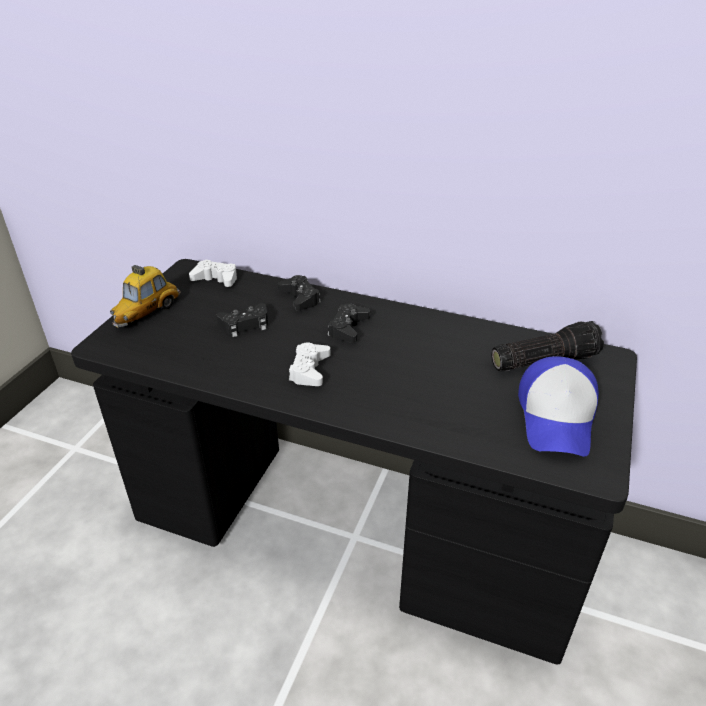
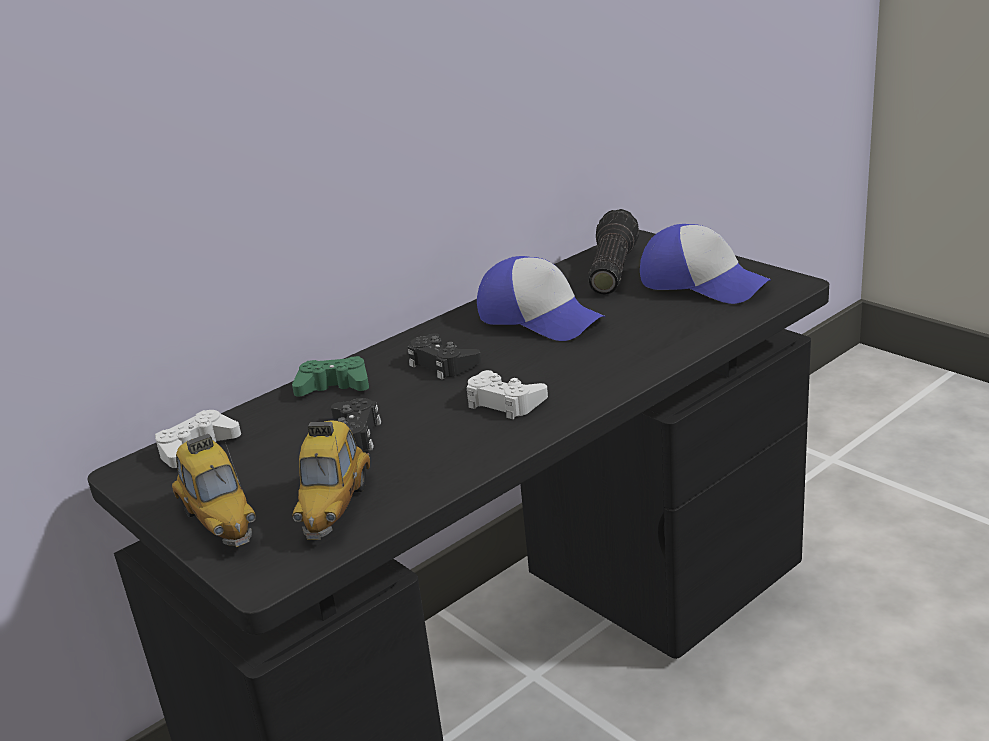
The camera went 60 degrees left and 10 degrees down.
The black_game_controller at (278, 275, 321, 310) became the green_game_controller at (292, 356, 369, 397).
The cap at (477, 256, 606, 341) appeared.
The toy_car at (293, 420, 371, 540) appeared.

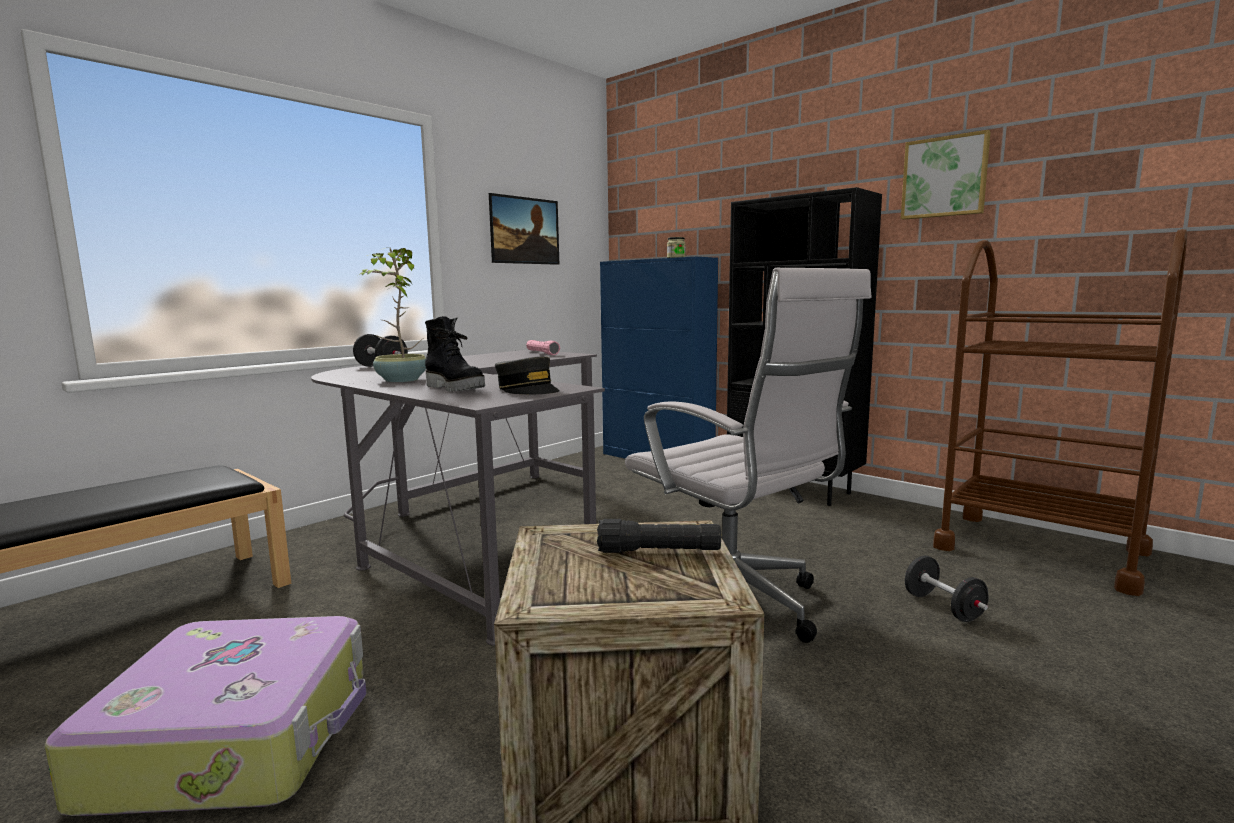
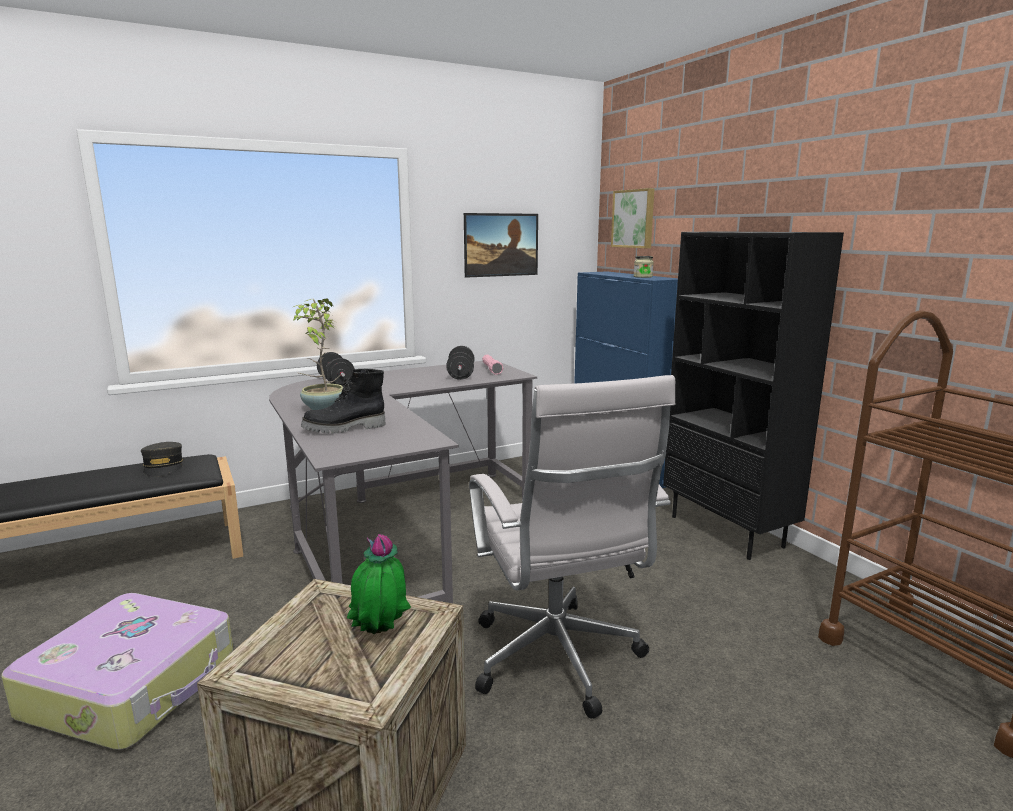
The camera went 20 degrees right and 5 degrees up.
The picture moved from (901, 130, 991, 220) to (611, 188, 655, 248).
The black_boot at (425, 316, 485, 392) turned 90 degrees clockwise.
The grey_cap moved from (495, 356, 559, 394) to (141, 442, 183, 477).
The black_flashlight at (597, 519, 721, 553) was replaced by the potted_plant at (347, 534, 411, 634).
The black_dumbbell moved from (905, 556, 989, 622) to (446, 346, 475, 380).

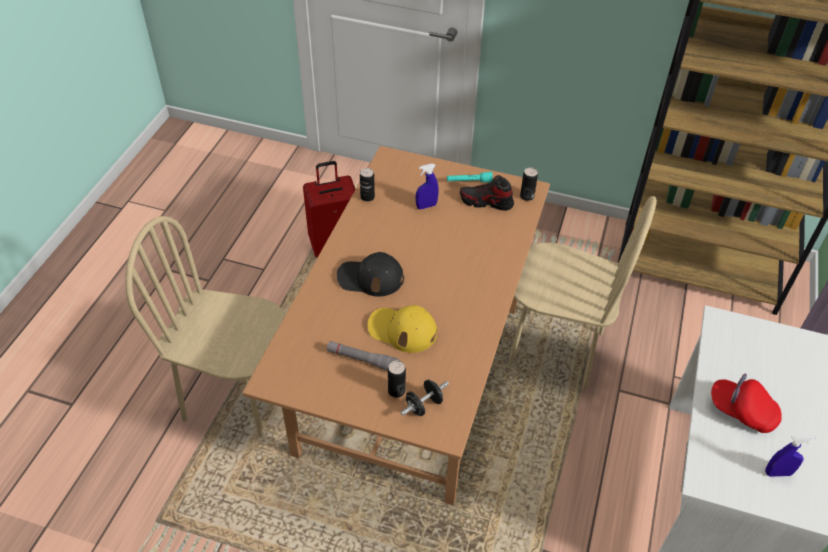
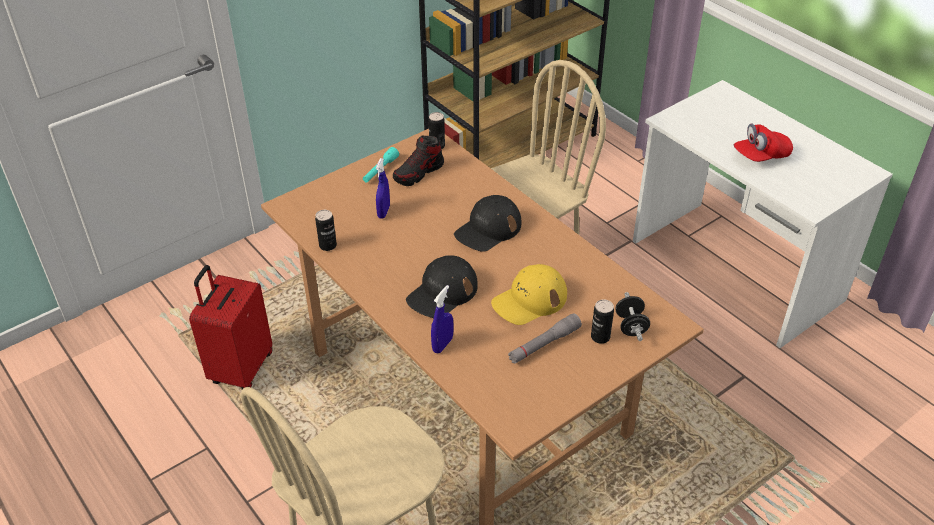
The camera went 55 degrees left and 5 degrees down.
The blue_spray_bottle moved from (765, 435, 816, 477) to (431, 285, 454, 354).
The black_cap at (454, 195, 521, 252) appeared.

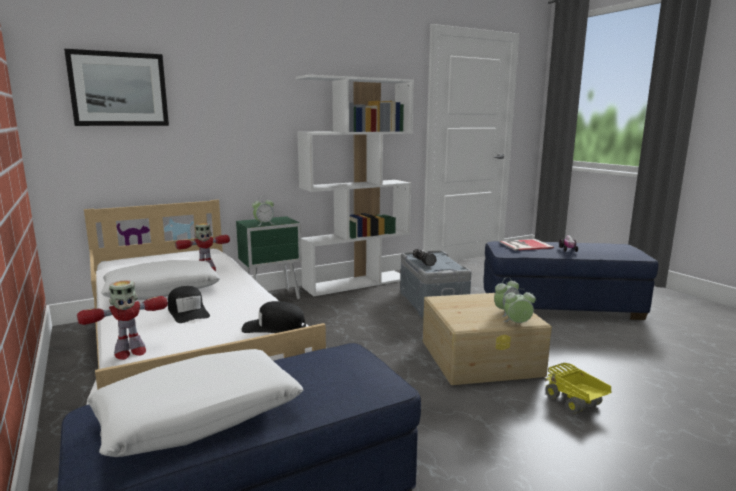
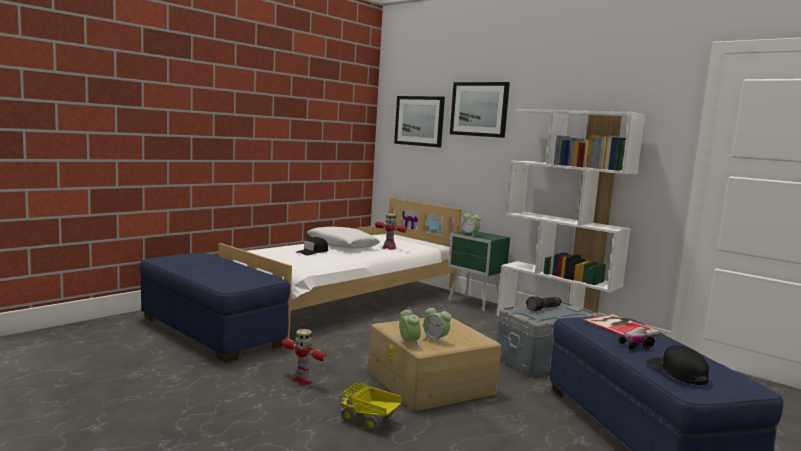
The camera went 70 degrees right and 5 degrees down.
The toy_robot moved from (77, 280, 168, 360) to (282, 329, 327, 385).
The black_cap moved from (242, 301, 306, 333) to (647, 345, 709, 385).
The white_pillow at (87, 349, 303, 457) disappeared.
The toy_truck at (545, 363, 611, 413) turned 105 degrees counterclockwise.
The picture at (450, 82, 510, 138) appeared.

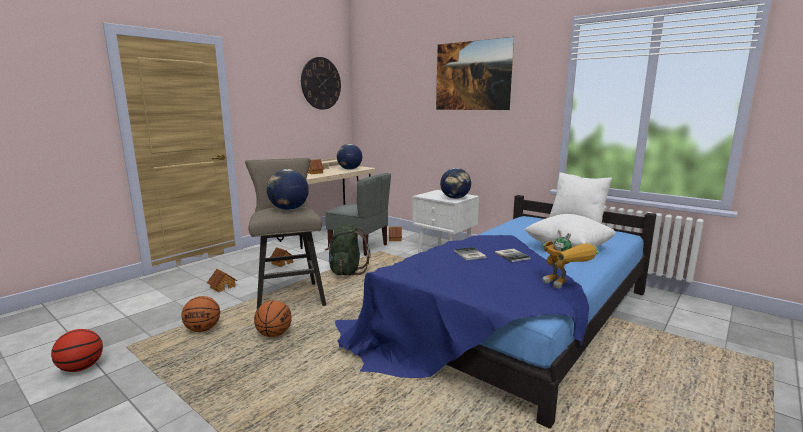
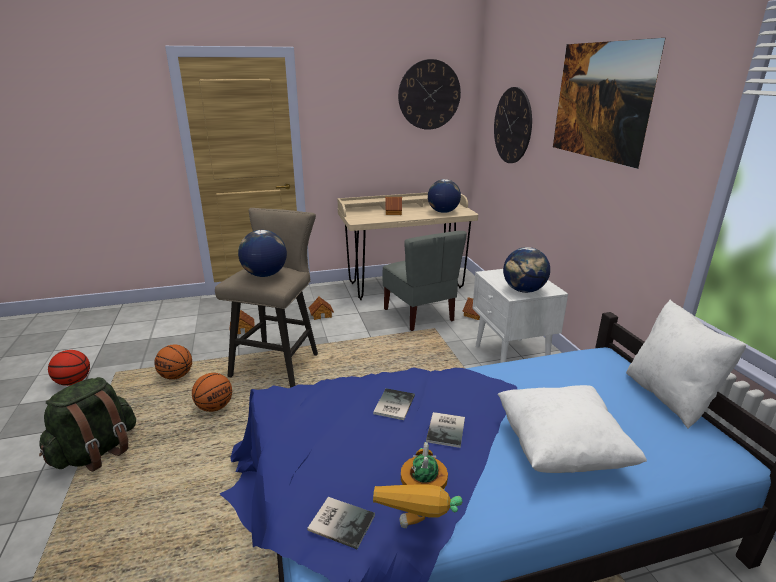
The camera went 35 degrees right and 10 degrees up.
The green_backpack moved from (325, 224, 370, 275) to (39, 377, 136, 472).
The wall_clock at (494, 87, 532, 163) appeared.
The book at (307, 497, 375, 549) appeared.

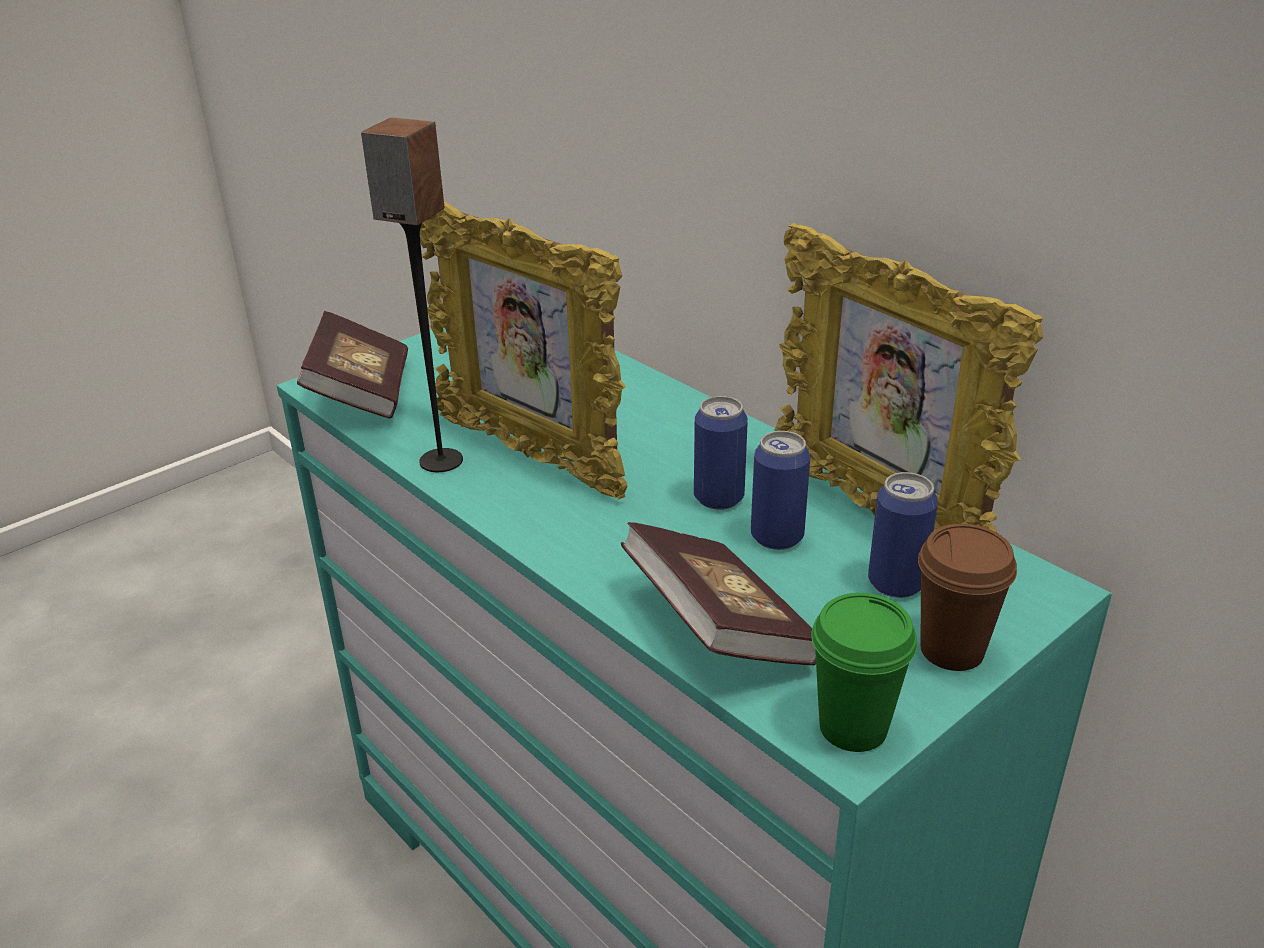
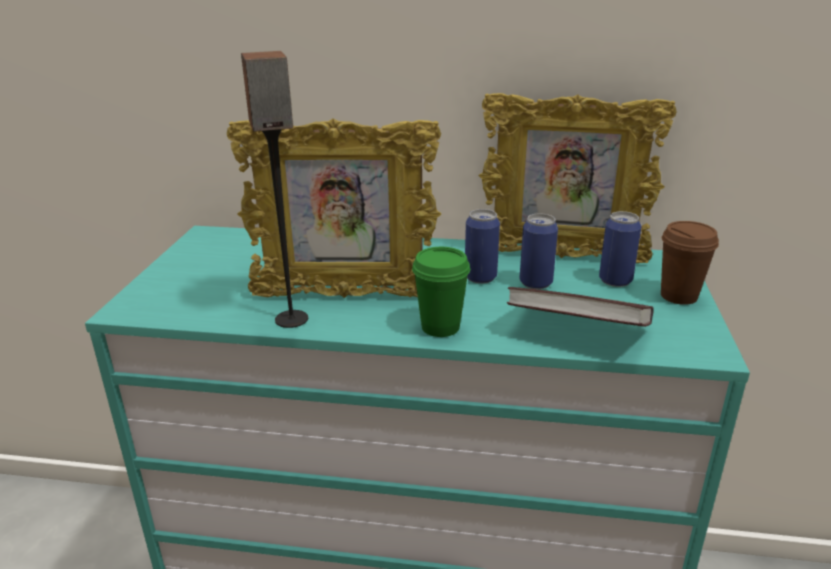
The camera went 40 degrees left and 5 degrees down.
The book at (297, 311, 408, 419) disappeared.
The green_cup moved from (811, 593, 917, 752) to (412, 247, 470, 337).

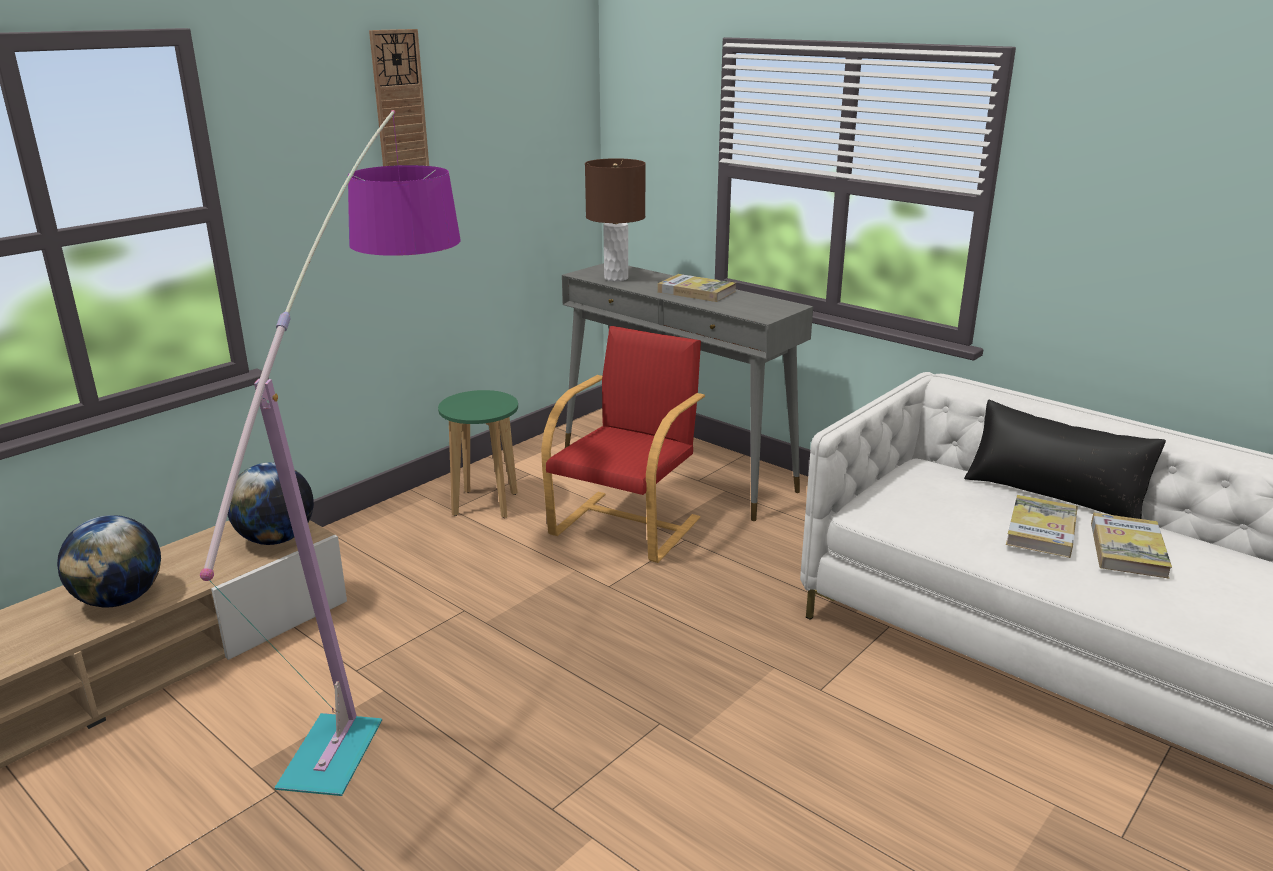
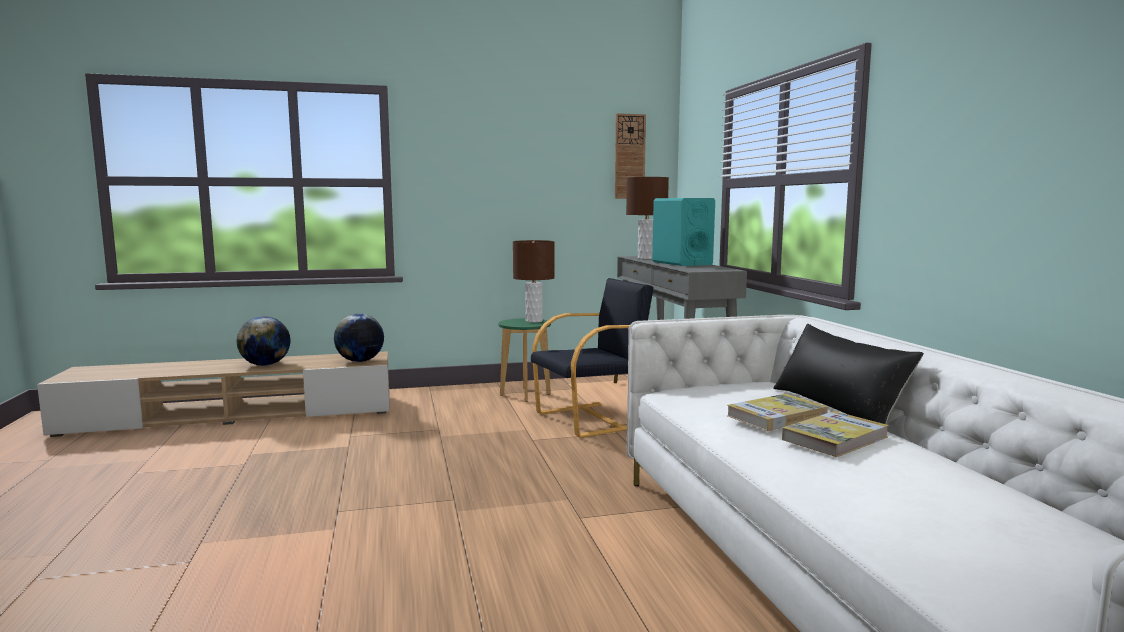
The camera went 35 degrees right and 15 degrees down.
The wall_clock moved from (369, 29, 429, 166) to (615, 113, 646, 199).
The floor_lamp at (200, 110, 461, 796) disappeared.
The book at (658, 274, 736, 302) was replaced by the turquoise_speaker at (652, 198, 715, 266).
The red_armchair at (541, 326, 705, 563) became the black_armchair at (531, 278, 654, 438).
The brown_table_lamp at (513, 240, 555, 323) appeared.

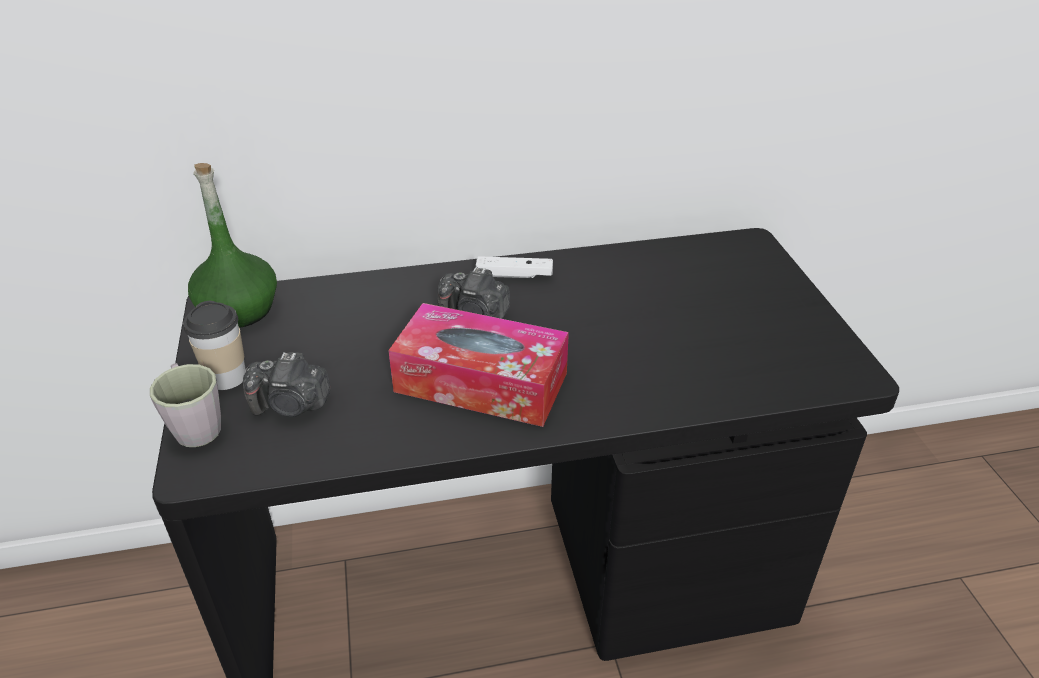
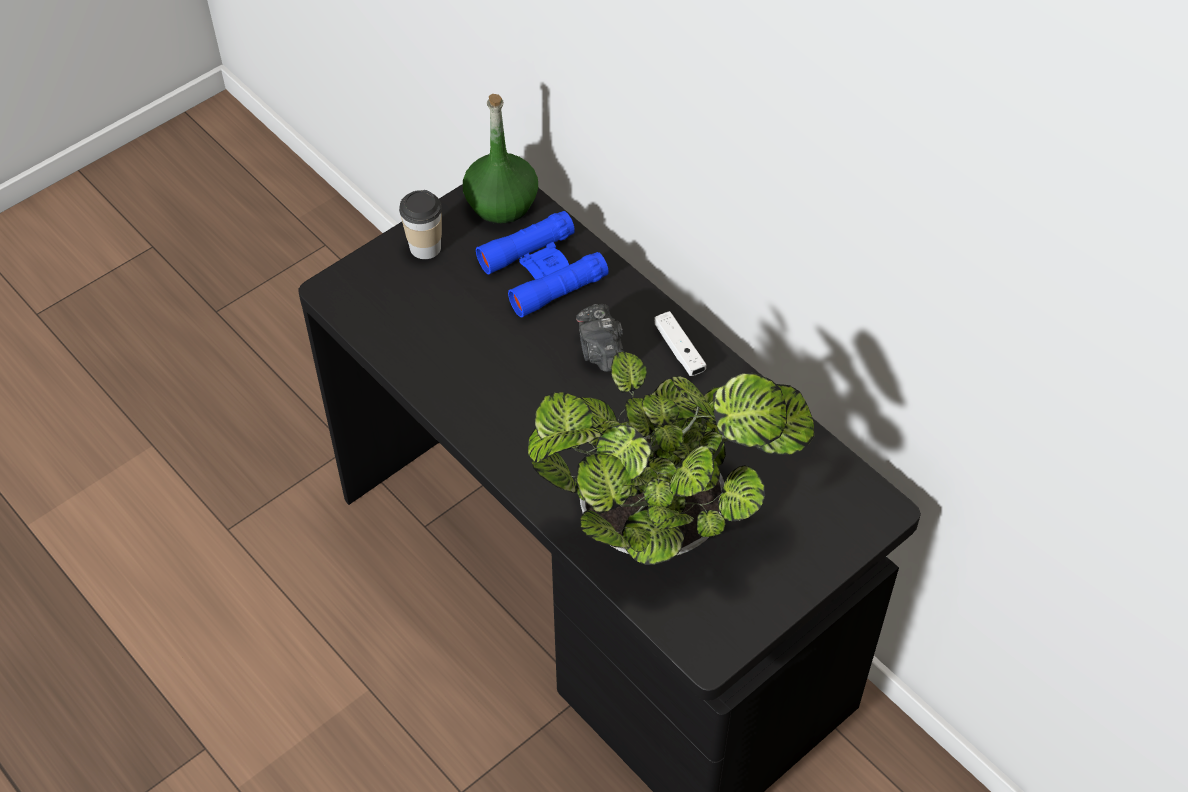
The camera went 60 degrees right and 15 degrees up.
The tissue_box at (388, 303, 569, 427) disappeared.
The photo_camera at (243, 352, 331, 417) disappeared.
The grey_mug at (150, 363, 221, 447) disappeared.
The blue_binoculars at (476, 211, 609, 317) appeared.
The potted_plant at (528, 352, 814, 565) appeared.

